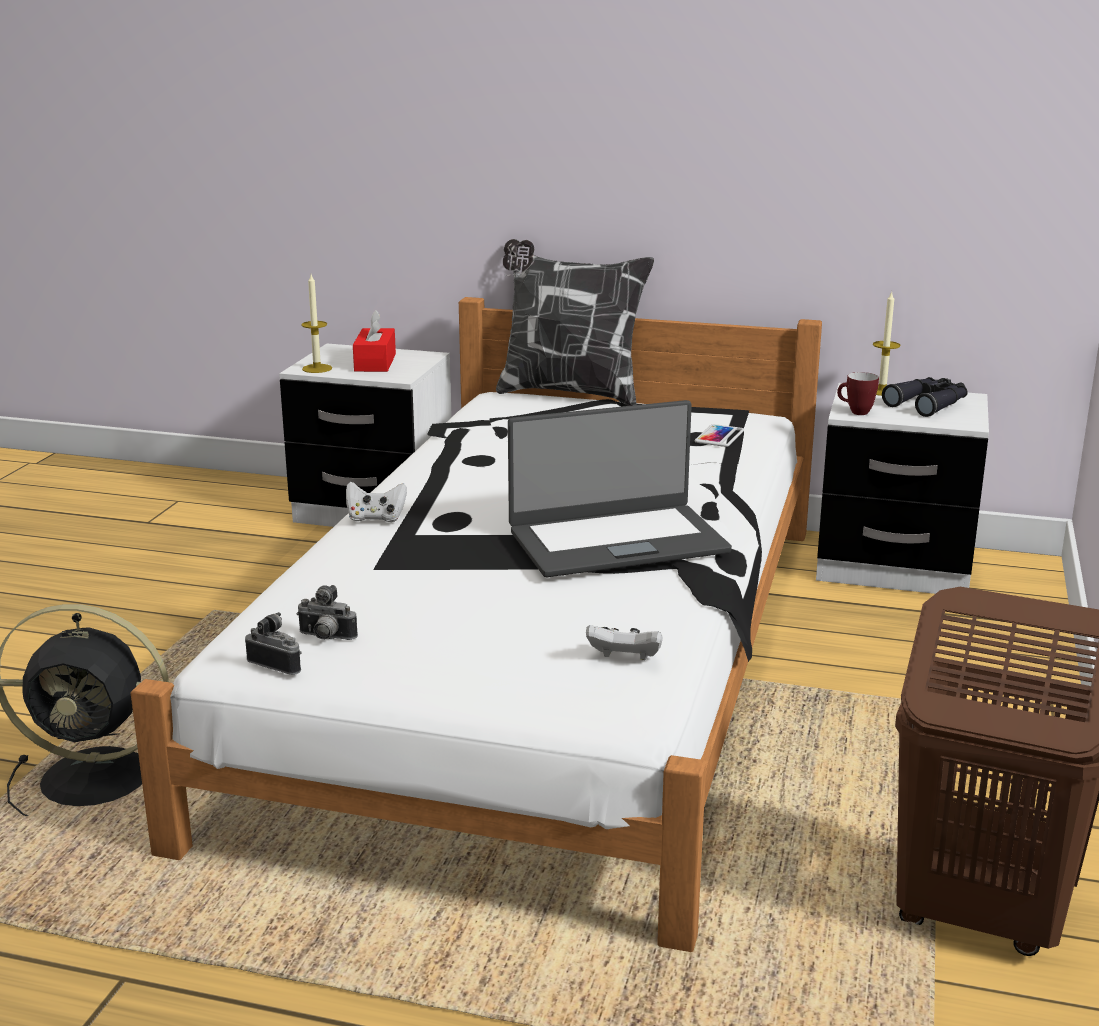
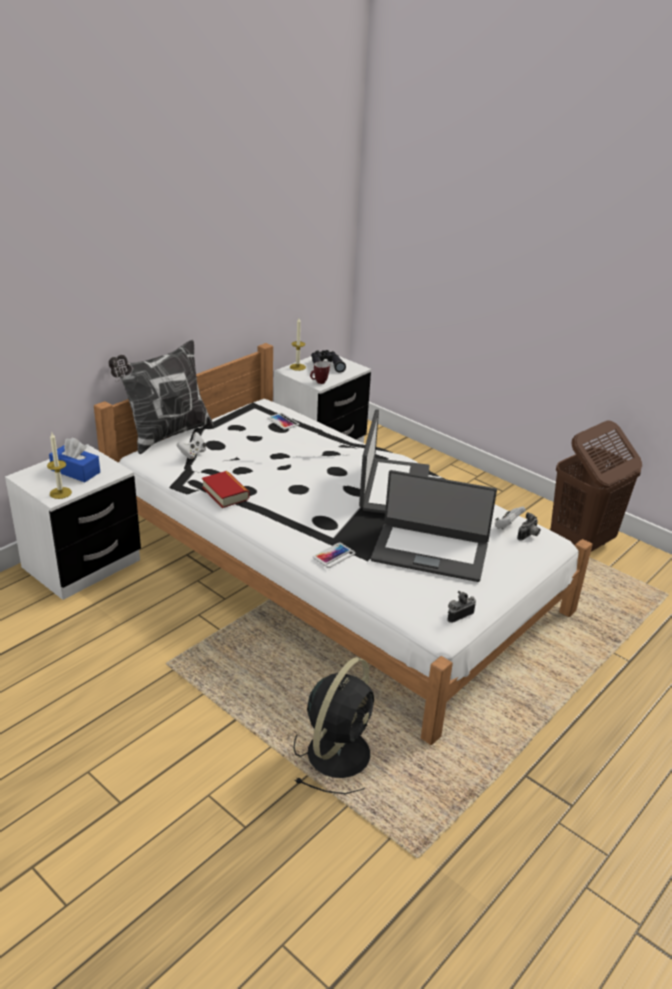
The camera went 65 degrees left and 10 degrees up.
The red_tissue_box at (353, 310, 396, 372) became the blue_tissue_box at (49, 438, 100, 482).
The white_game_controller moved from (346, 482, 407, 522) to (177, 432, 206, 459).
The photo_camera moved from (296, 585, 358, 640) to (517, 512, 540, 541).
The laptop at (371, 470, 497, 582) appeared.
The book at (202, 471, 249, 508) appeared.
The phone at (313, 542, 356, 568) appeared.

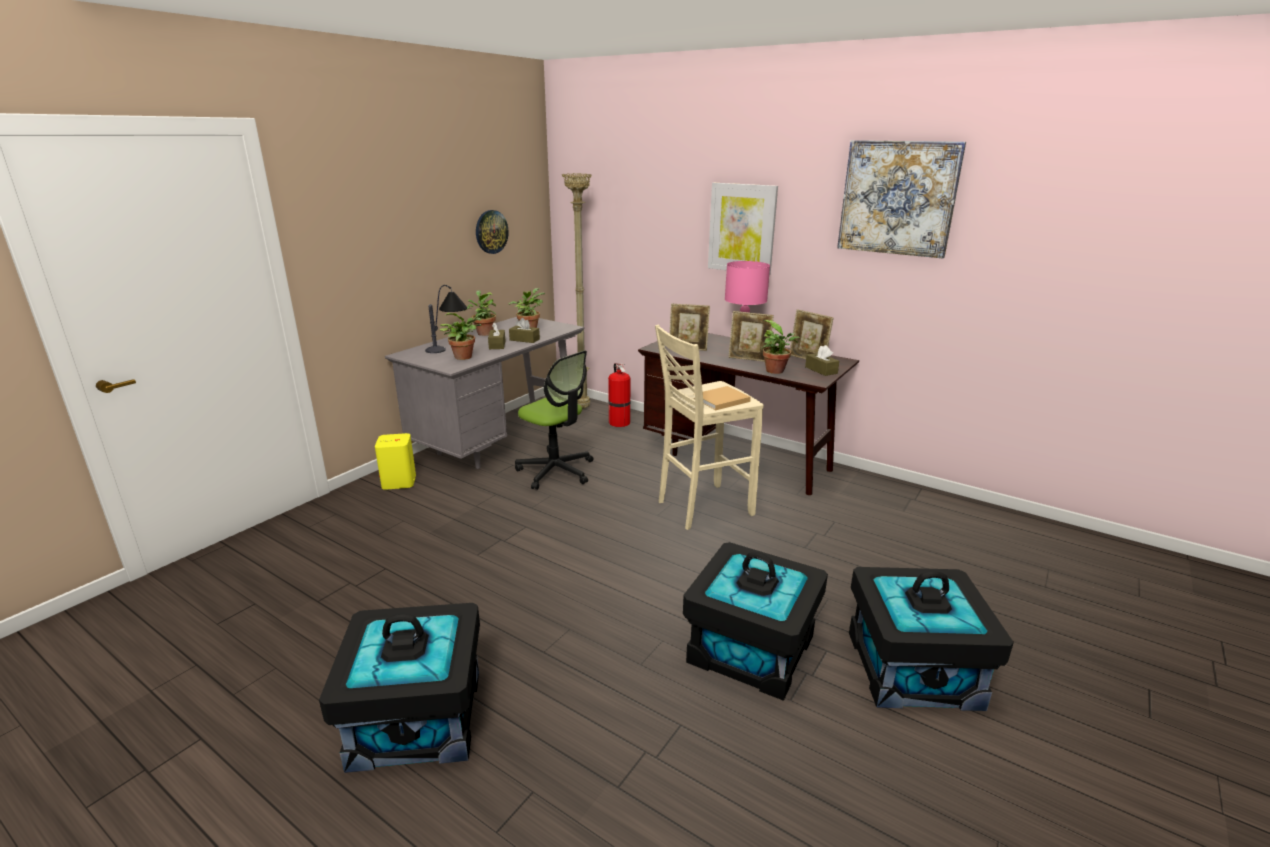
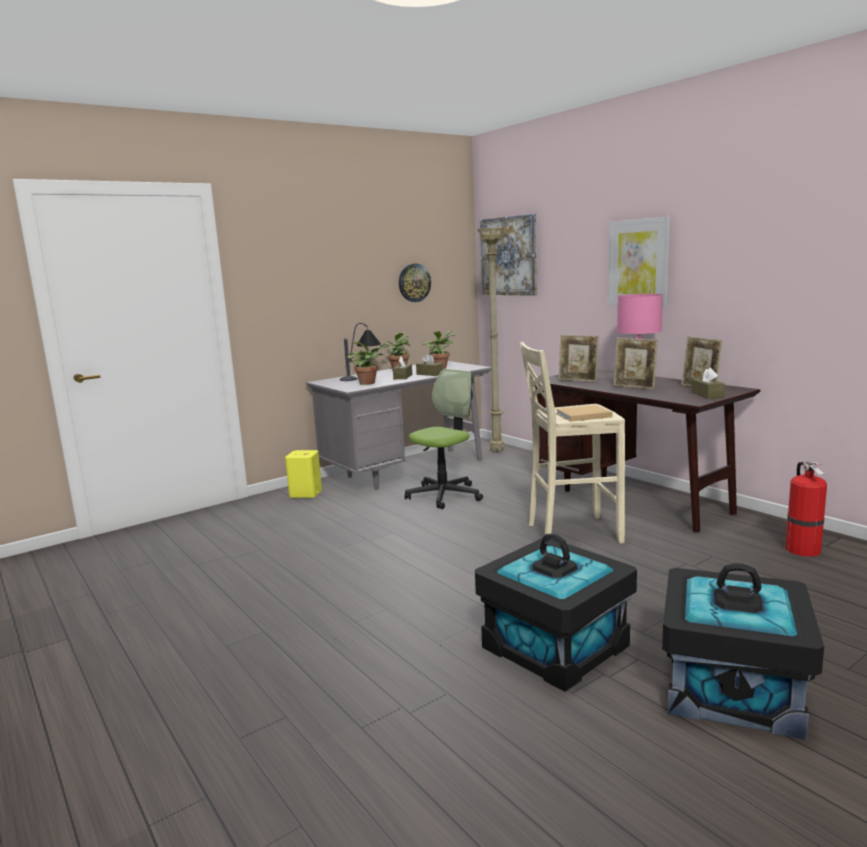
The camera went 20 degrees right and 10 degrees down.
The picture moved from (837, 140, 966, 258) to (480, 214, 537, 296).
The potted_plant at (761, 320, 800, 374) disappeared.
The office_chair at (515, 351, 594, 490) turned 105 degrees counterclockwise.
The fire_extinguisher moved from (608, 363, 631, 427) to (786, 462, 827, 557).
The black_storage_box at (319, 603, 480, 773) disappeared.

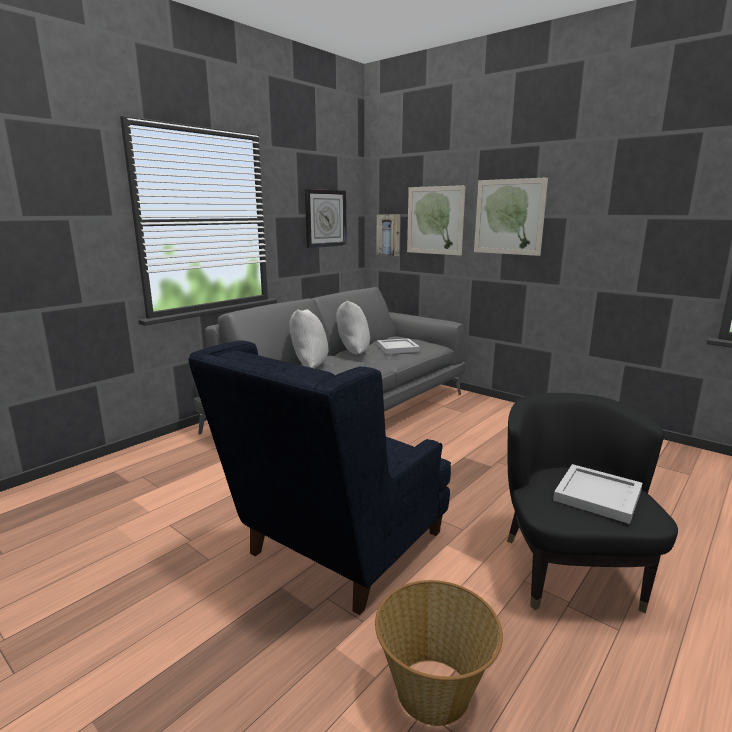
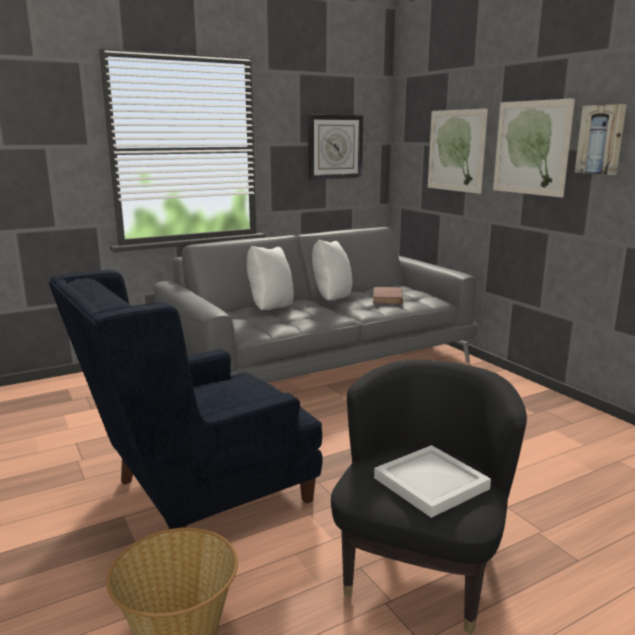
The camera went 20 degrees right and 0 degrees up.
The picture moved from (376, 215, 400, 256) to (575, 104, 627, 175).
The white_tray at (377, 338, 420, 354) was replaced by the brown_book at (373, 287, 403, 304).

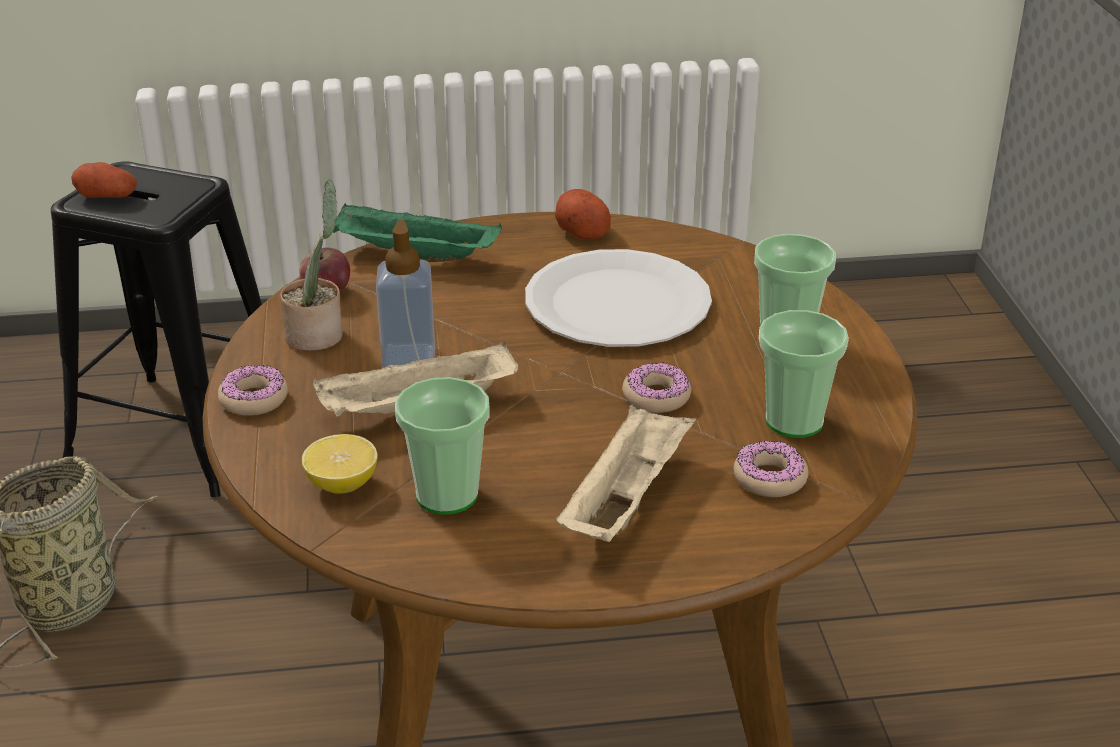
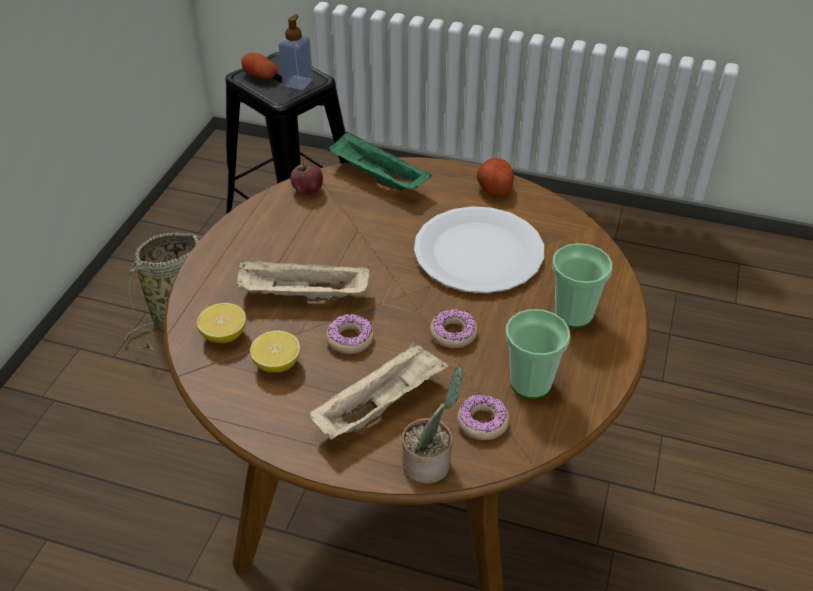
The camera went 25 degrees right and 10 degrees up.
The potted_plant moved from (280, 180, 343, 351) to (402, 366, 463, 484).
The soap_dispenser moved from (376, 220, 435, 368) to (278, 14, 313, 90).
The donut moved from (218, 365, 288, 416) to (326, 314, 374, 354).
The cup at (395, 377, 490, 515) was replaced by the lemon at (250, 331, 300, 373).

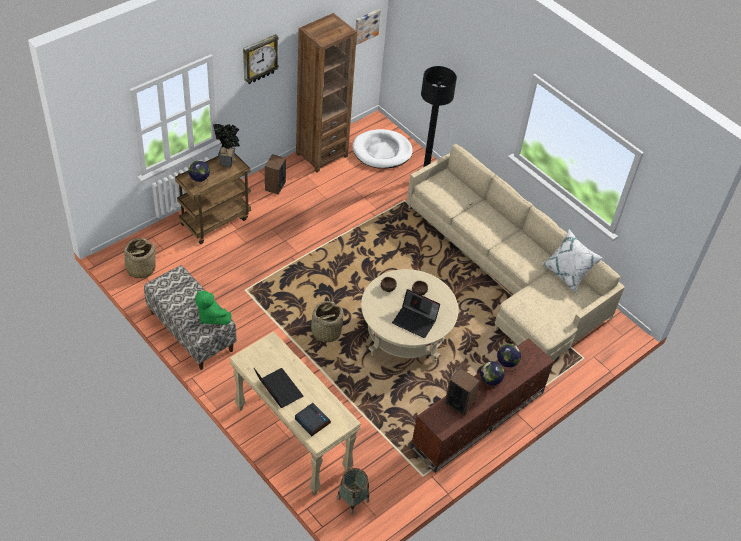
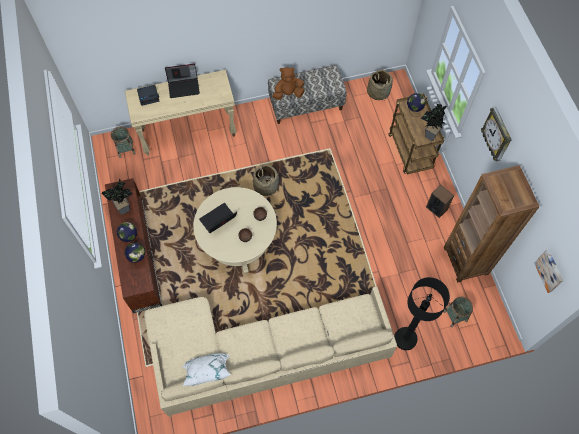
The camera went 120 degrees right and 15 degrees up.
The white_dog_bed at (352, 129, 413, 169) was replaced by the basket at (443, 297, 473, 328).
The green_plush_toy at (195, 289, 231, 325) became the brown_plush_toy at (272, 67, 305, 100).
The speaker at (445, 368, 480, 416) was replaced by the potted_plant at (101, 178, 133, 215).

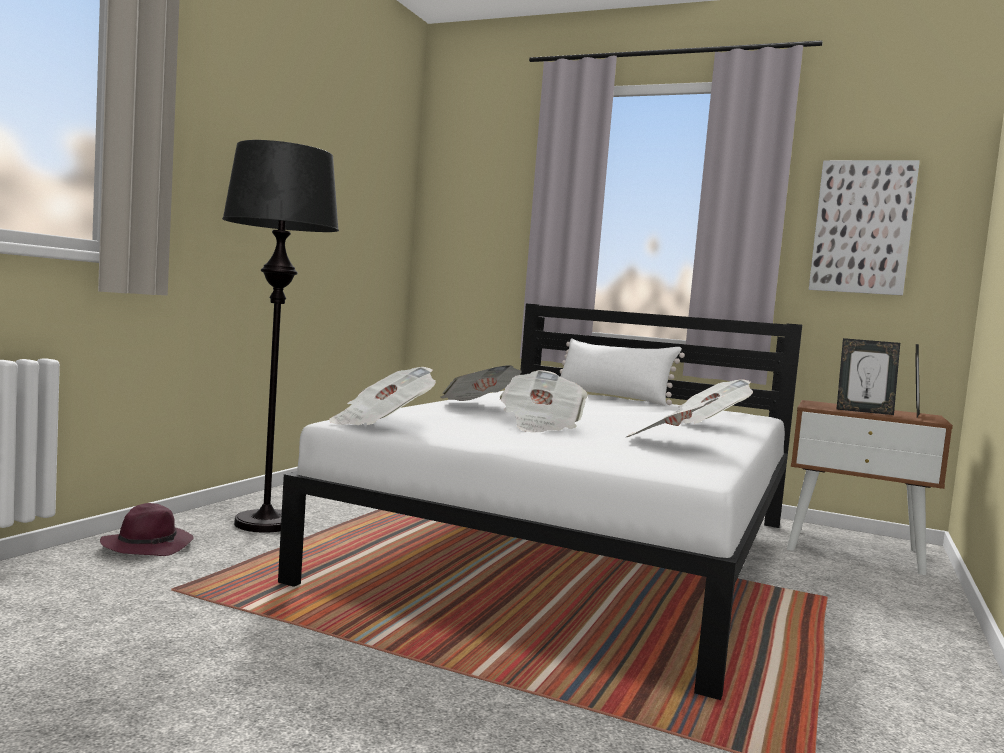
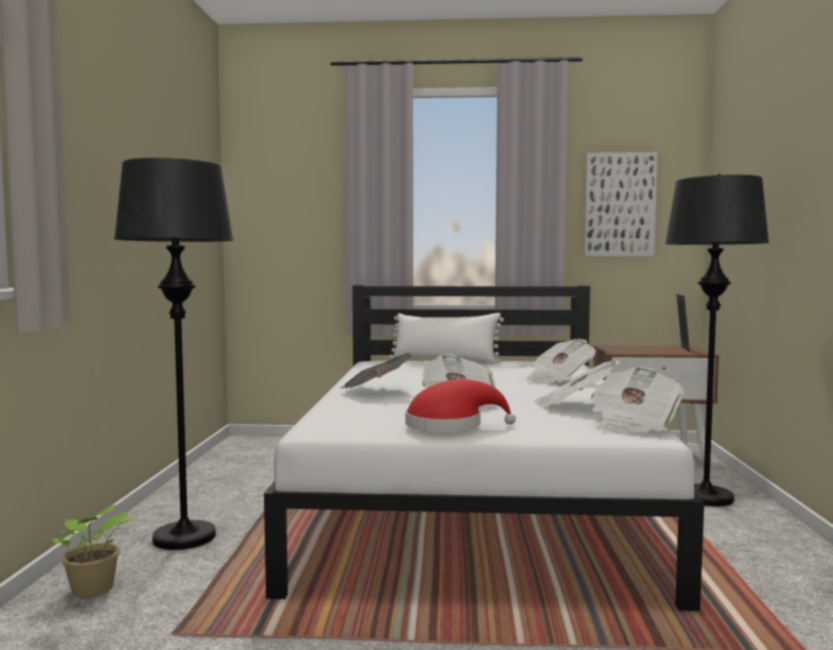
The camera went 20 degrees left and 0 degrees up.
The picture_frame at (836, 338, 900, 415) disappeared.
The newspaper moved from (329, 367, 436, 425) to (591, 367, 685, 434).
The purple_hat at (100, 503, 193, 556) was replaced by the potted_plant at (52, 504, 132, 598).
The black_floor_lamp at (665, 174, 769, 506) appeared.
The red_hat at (405, 379, 516, 432) appeared.

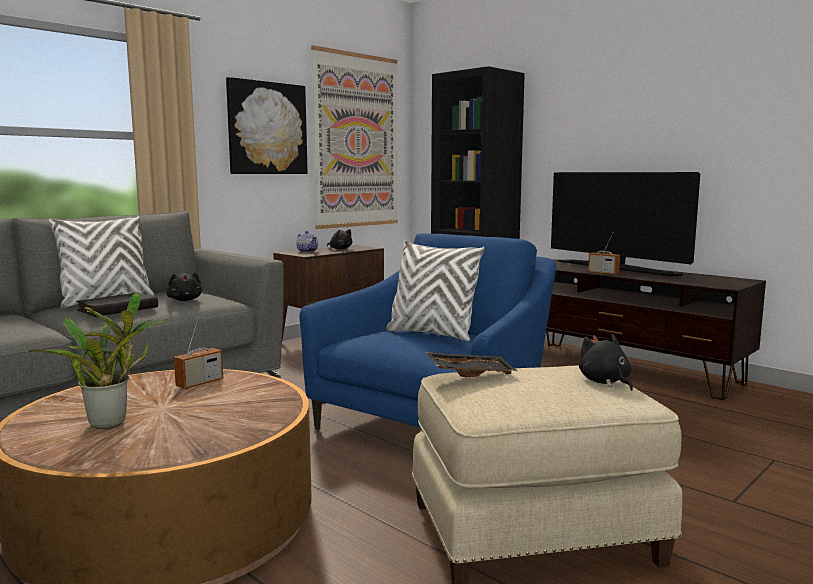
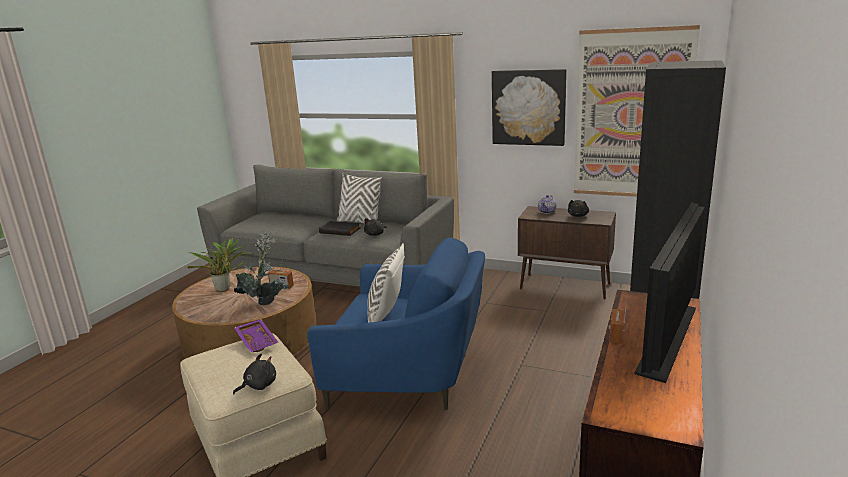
The camera went 70 degrees right and 10 degrees up.
The black_tray at (425, 352, 518, 377) became the purple_tray at (235, 319, 278, 353).
The potted_plant at (234, 232, 289, 305) appeared.

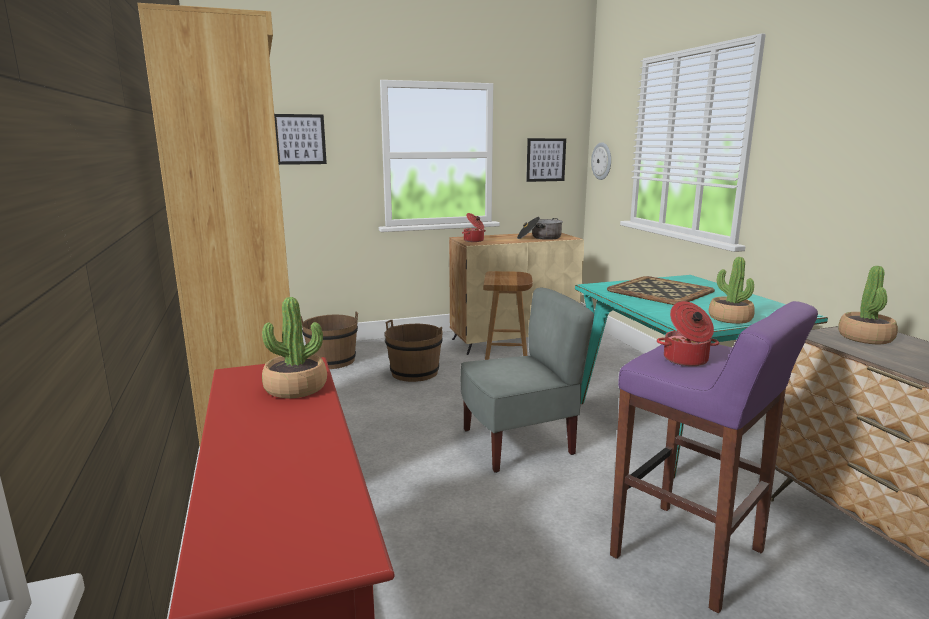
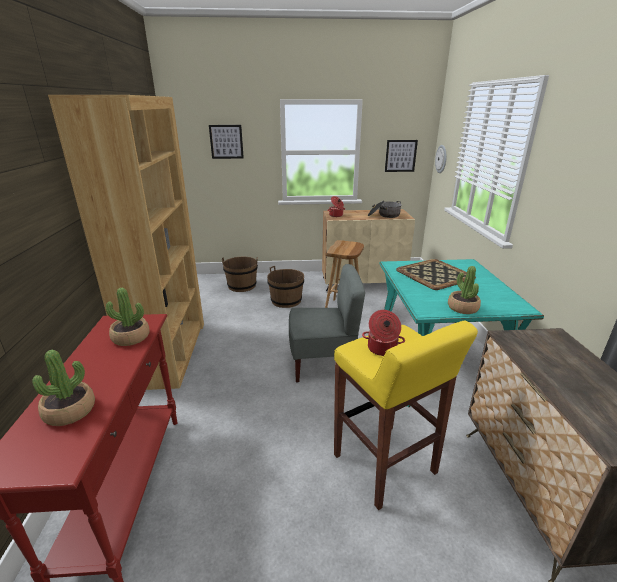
The camera went 15 degrees right and 10 degrees up.
The potted_plant moved from (838, 266, 898, 344) to (32, 350, 95, 426).
The purple_stool at (610, 301, 818, 613) became the yellow_stool at (334, 320, 478, 510).

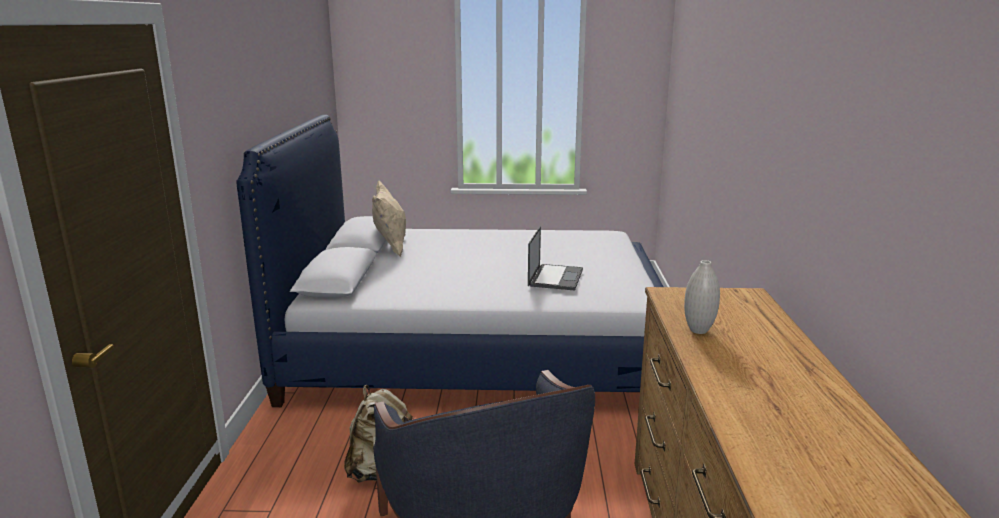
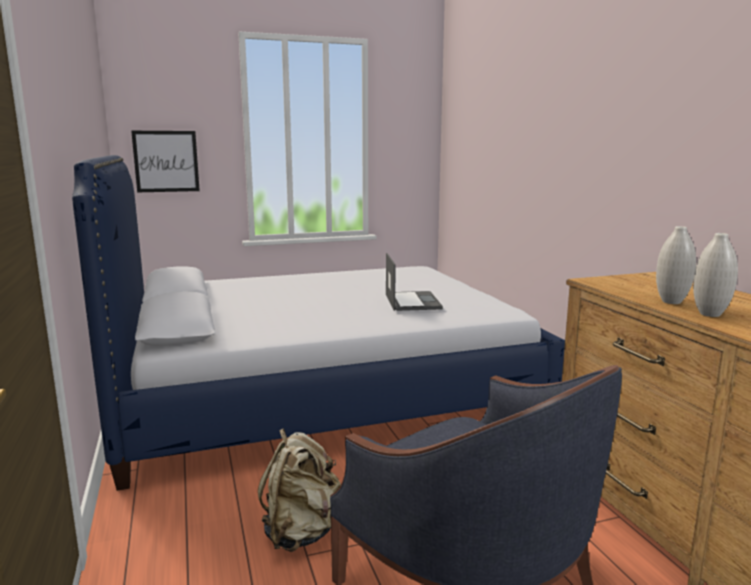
The camera went 20 degrees left and 5 degrees down.
The beige_pillow at (372, 180, 406, 256) disappeared.
The picture at (131, 131, 200, 192) appeared.
The white_vase at (693, 233, 738, 317) appeared.

